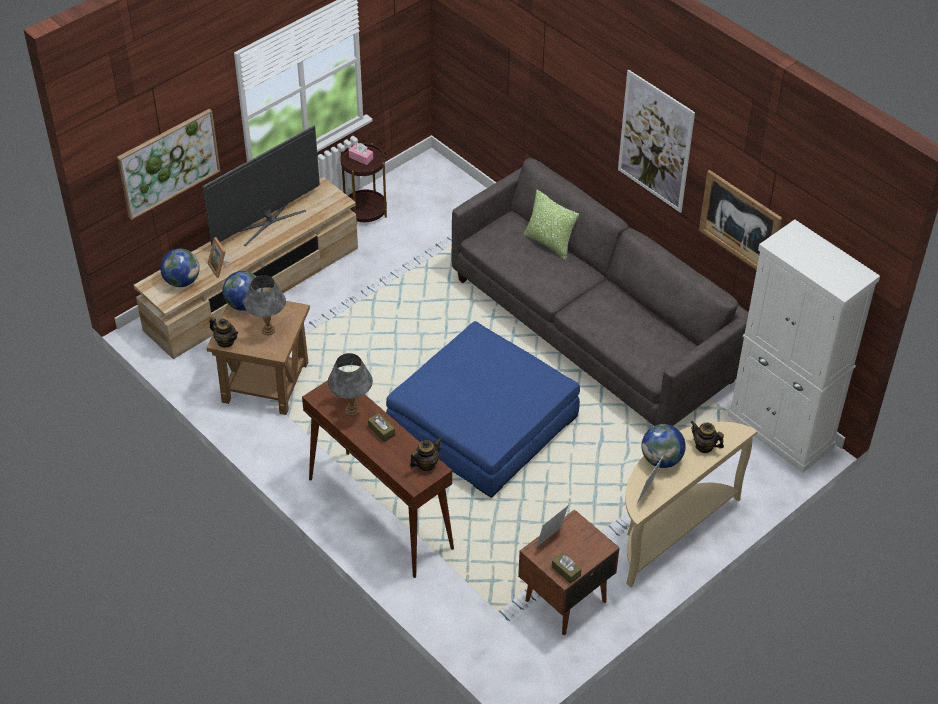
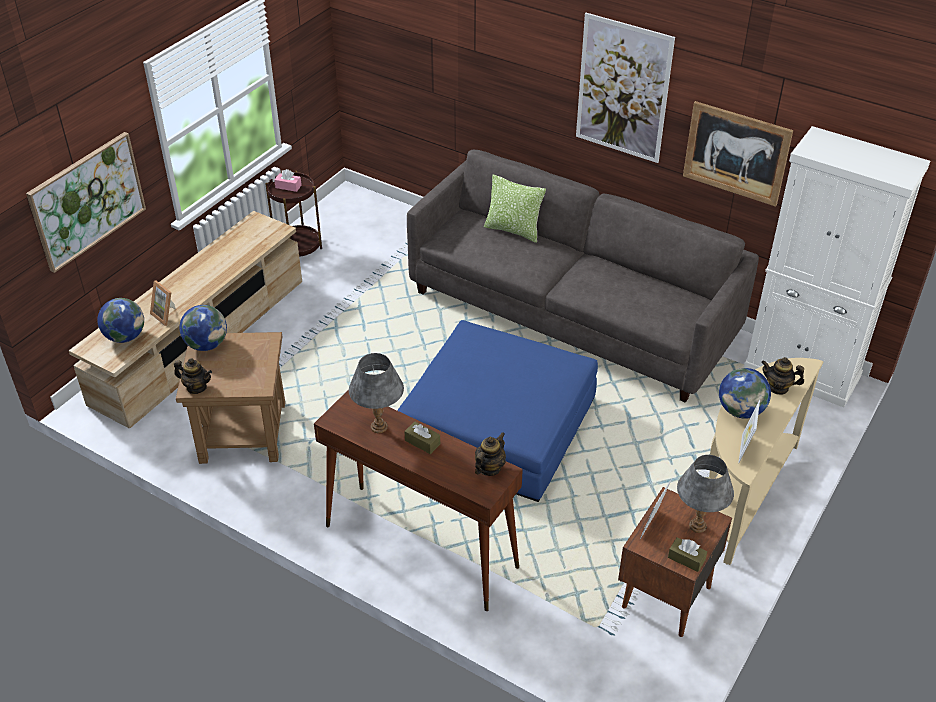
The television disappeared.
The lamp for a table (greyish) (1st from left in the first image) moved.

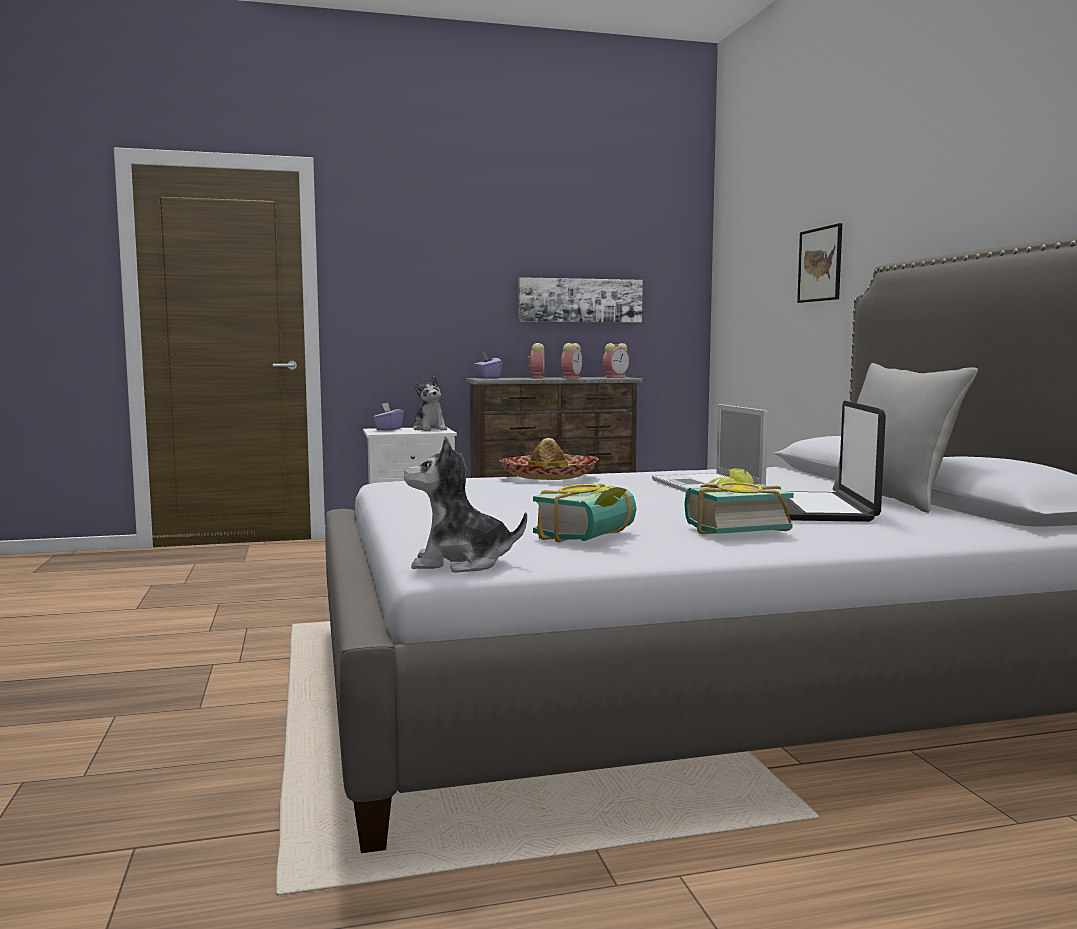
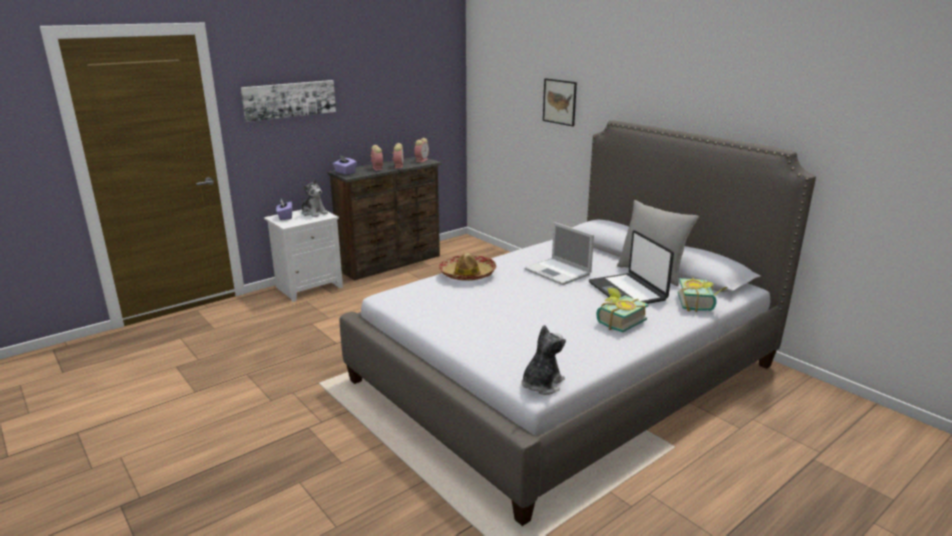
The picture (1st from left) moved.
The volume (1st from left in the first image) moved.
The soft toy (2nd from left) turned 150 degrees clockwise.

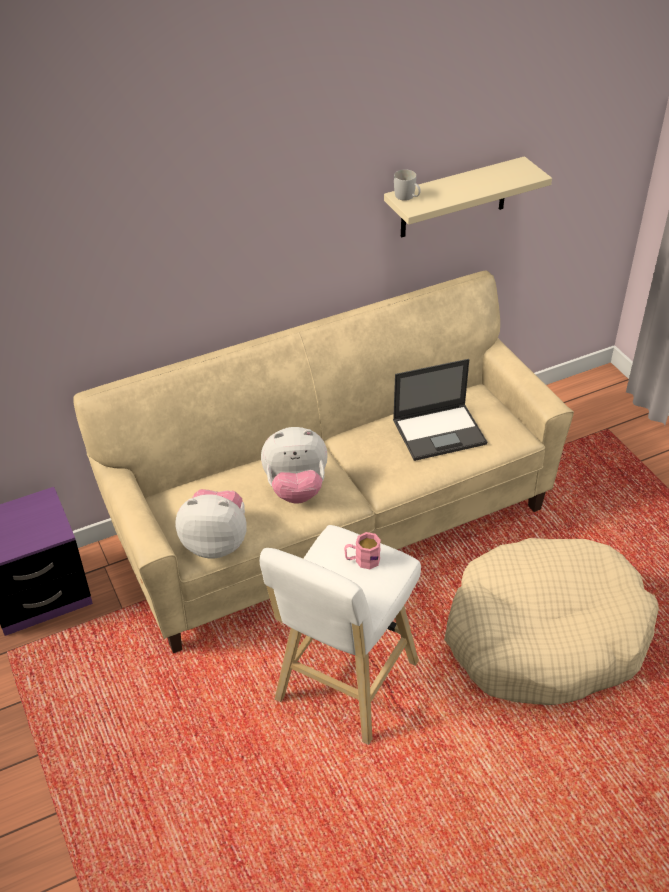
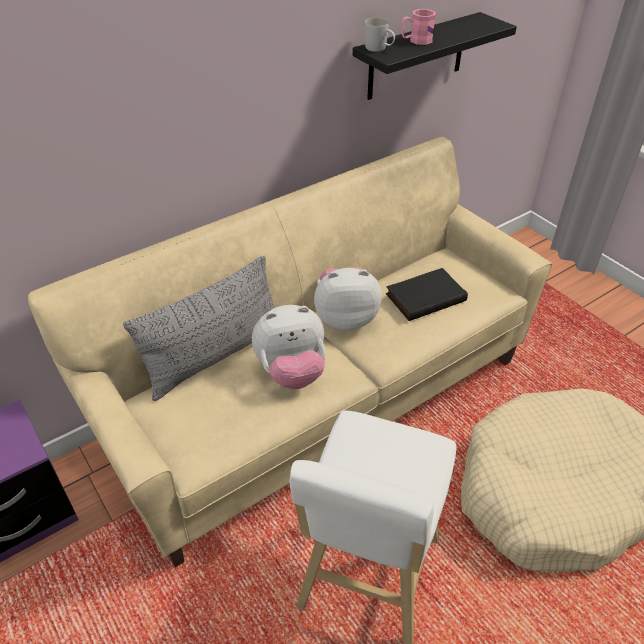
The throw pillow (greyish) appeared.
The soft toy (1st from left in the first image) moved.
The tea mug (pink) moved.
The portable computer was replaced by the volume (blackish).
The shelf (beige-coloured) became the shelf (blackish).

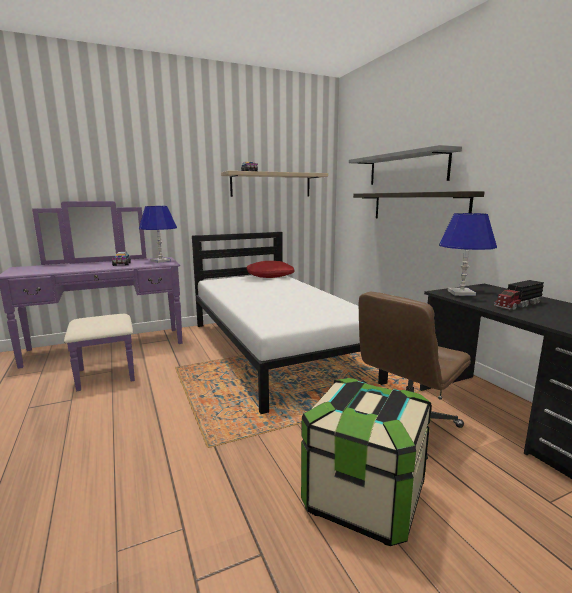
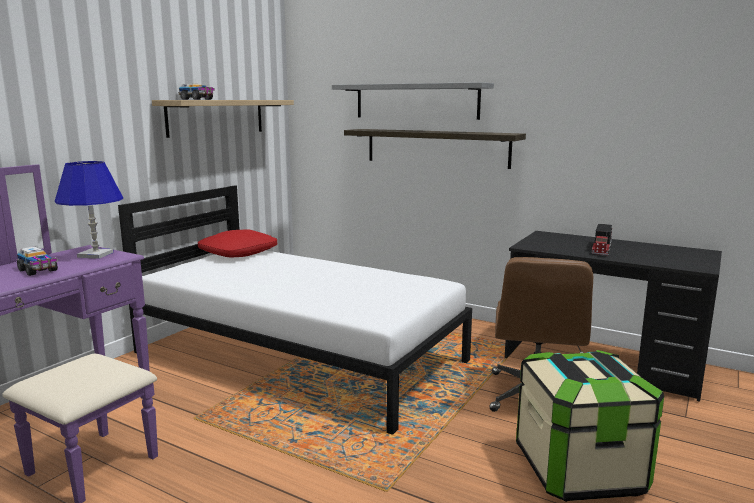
The lamp for a table (blue-coloured) (2nd from left) disappeared.

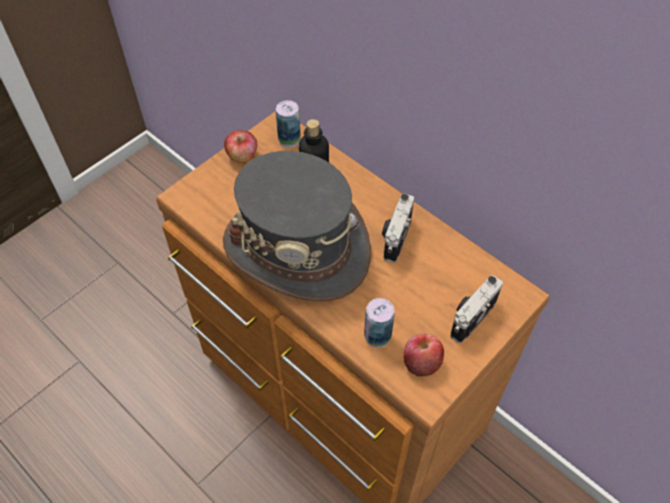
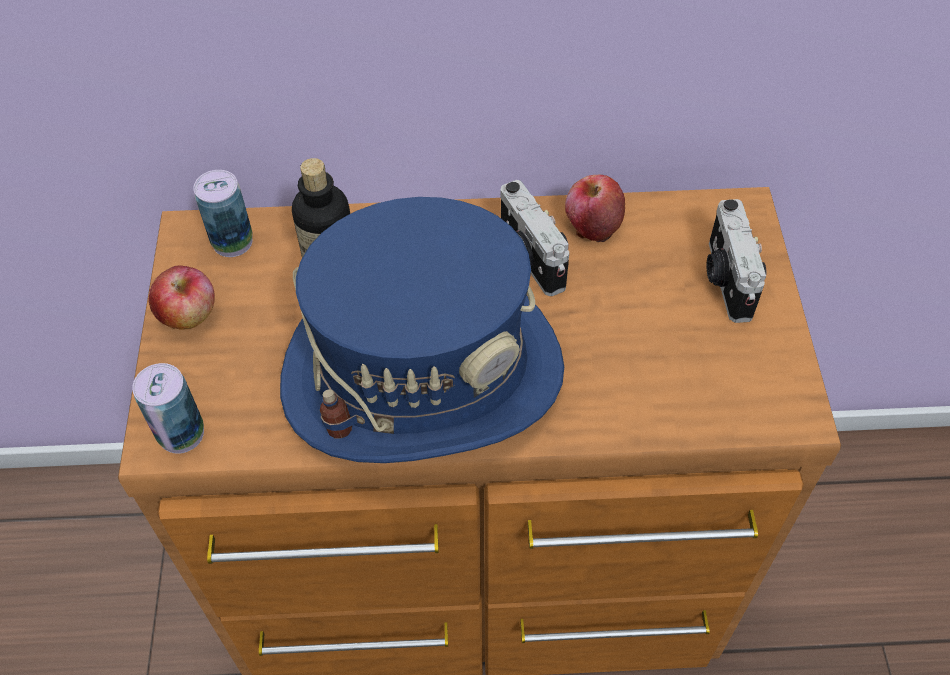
The sealed can (2nd from left in the first image) moved.
The apple (2nd from left) moved.
The clothing hat (greyish) became the clothing hat (blue-coloured).

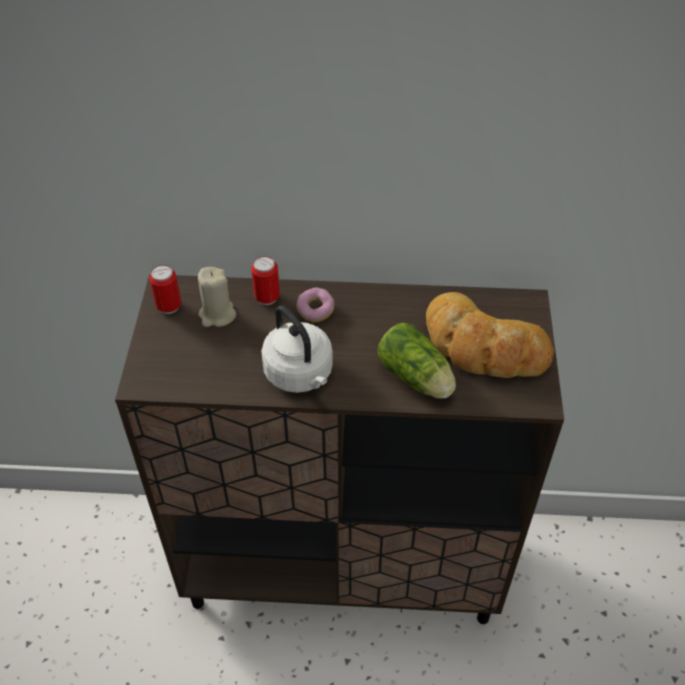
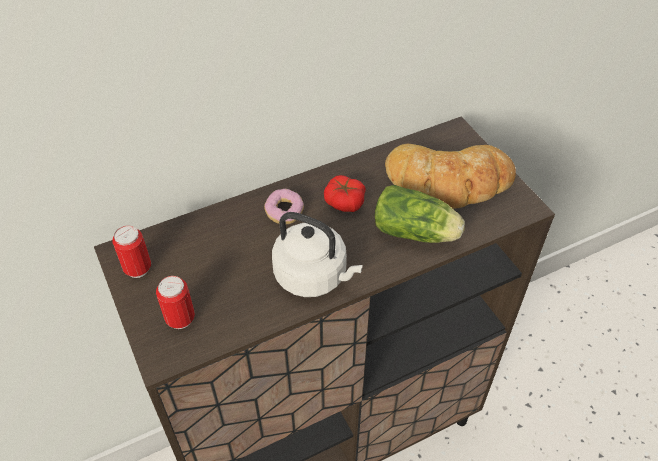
The wax light (beige-coloured) disappeared.
The whole tomato appeared.
The sealed can (2nd from left) moved.

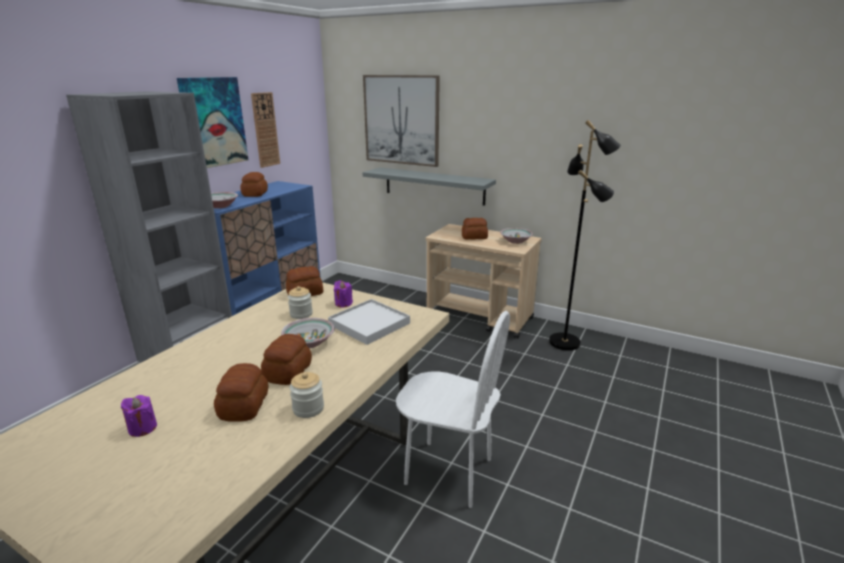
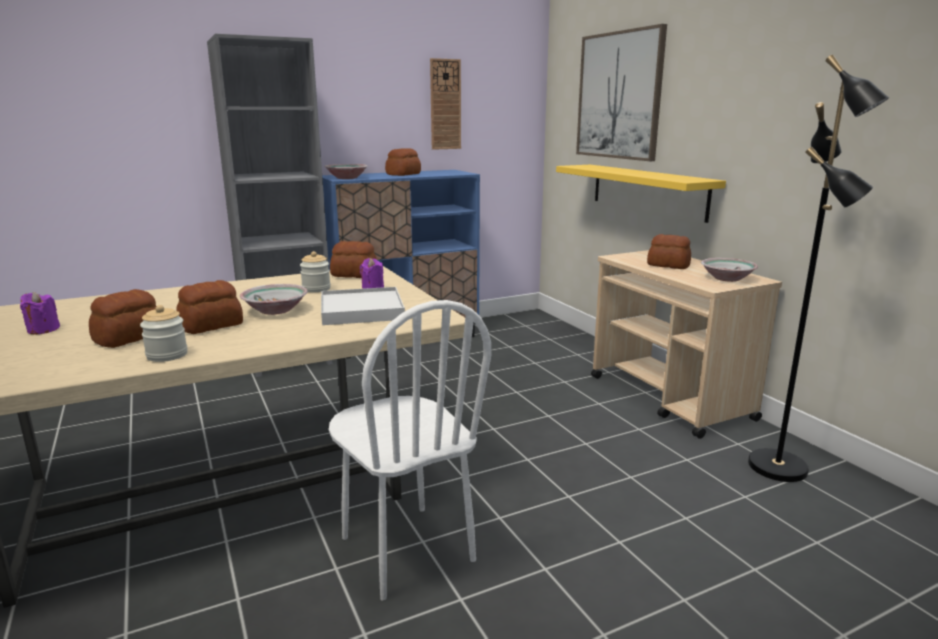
The picture (1st from left) disappeared.
The shelf (greyish) became the shelf (yellow-coloured).

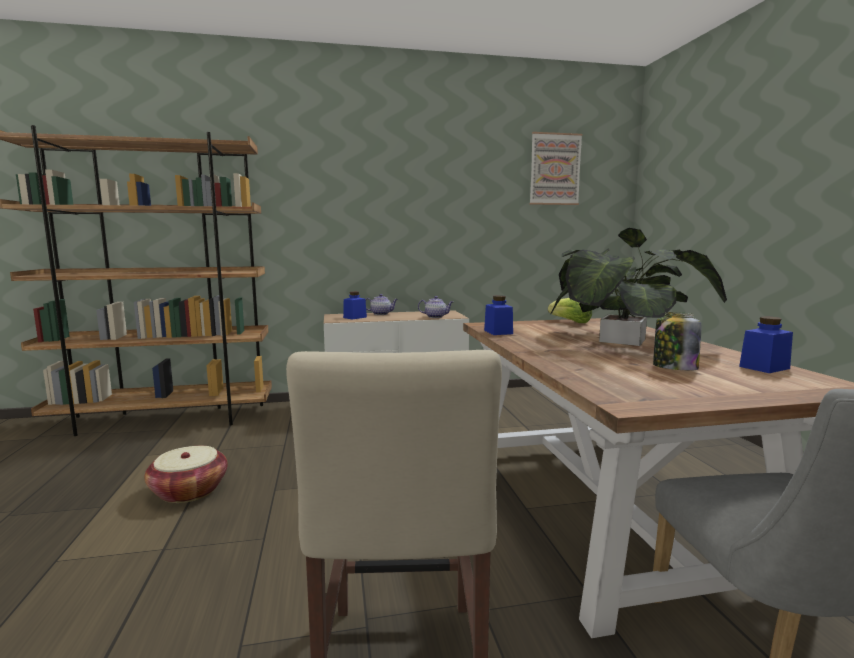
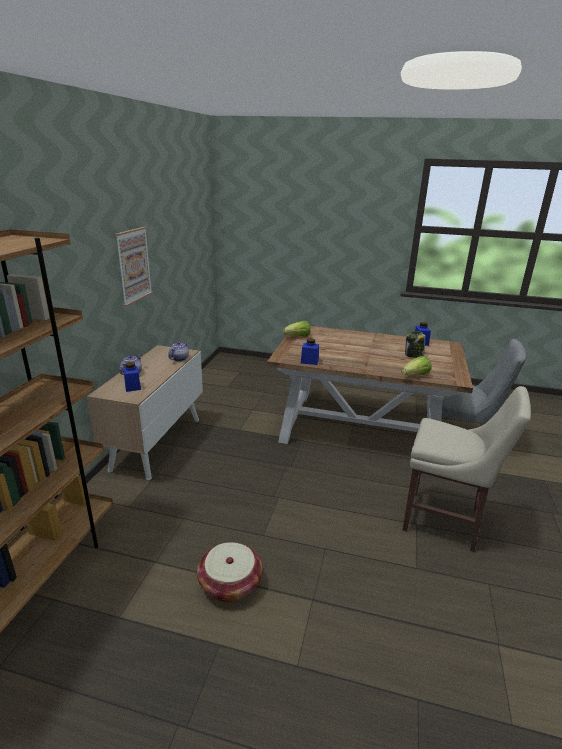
The plant in a pot disappeared.
The head of lettuce (2nd from left) appeared.
The picture moved.

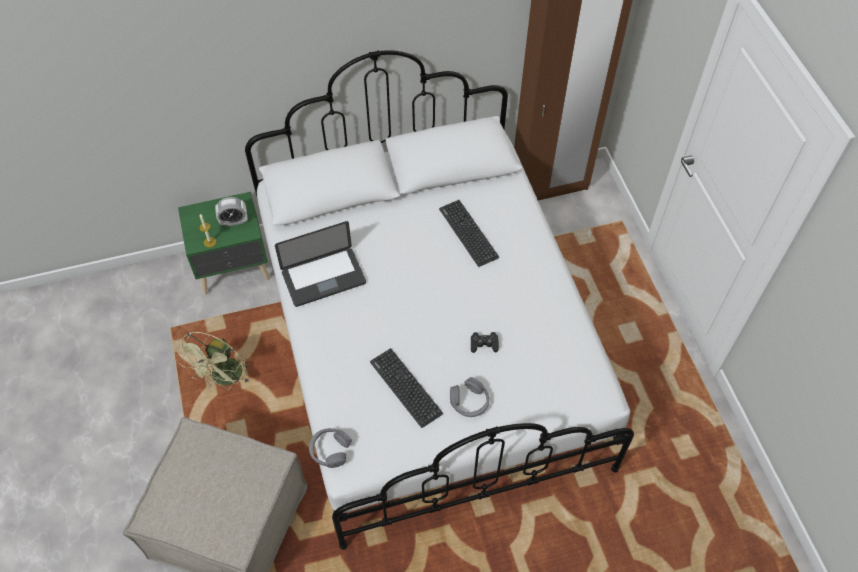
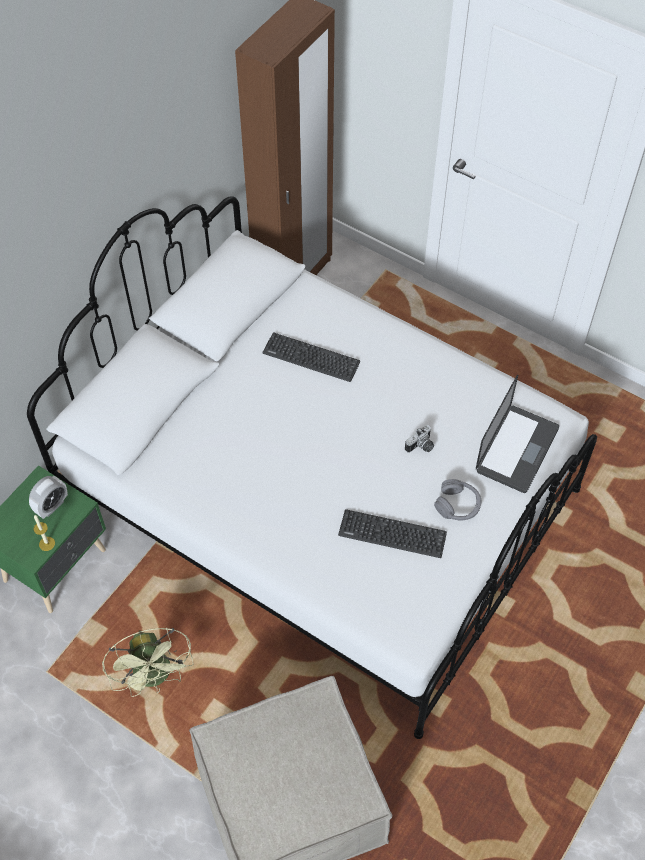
The headphones (greyish) (1st from left) disappeared.
The portable computer moved.
The gamepad (blackish) was replaced by the still camera.

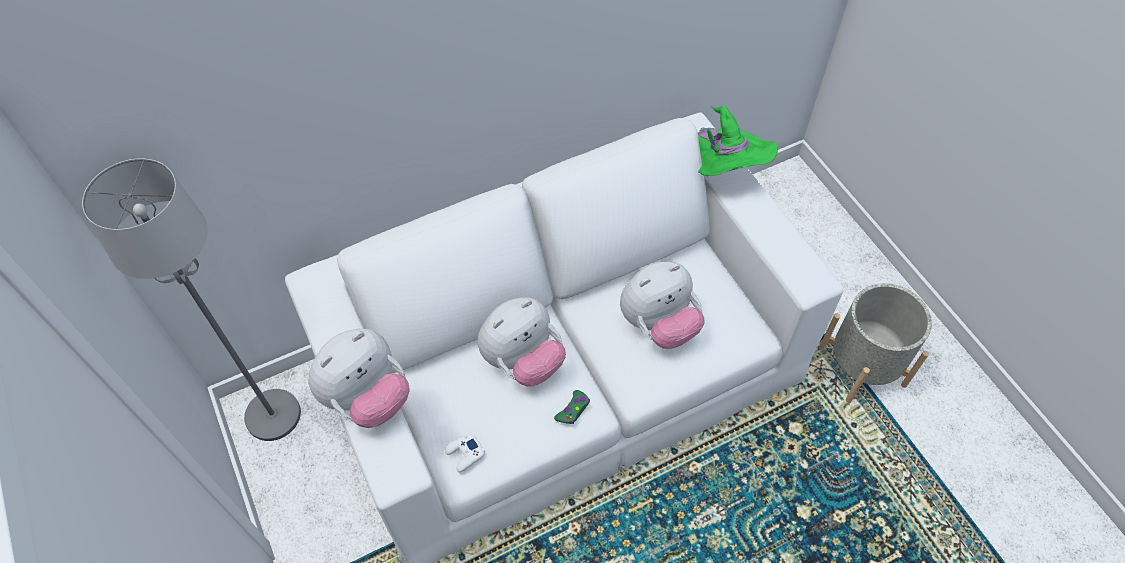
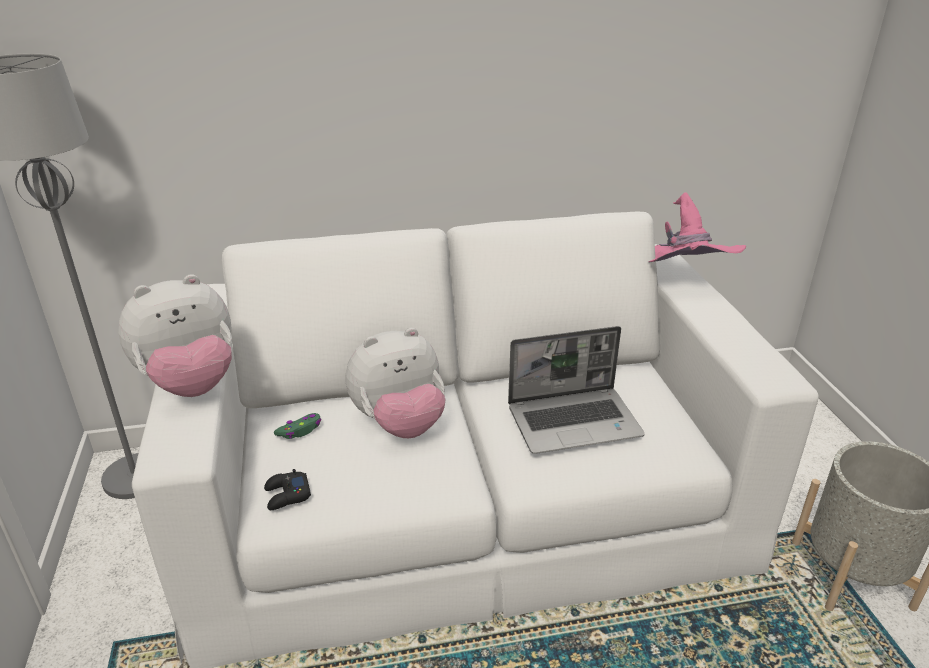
The gamepad (green) moved.
The soft toy (3rd from left) was replaced by the portable computer.
The gamepad (white-coloured) became the gamepad (blackish).
The clothing hat (green) became the clothing hat (pink).

